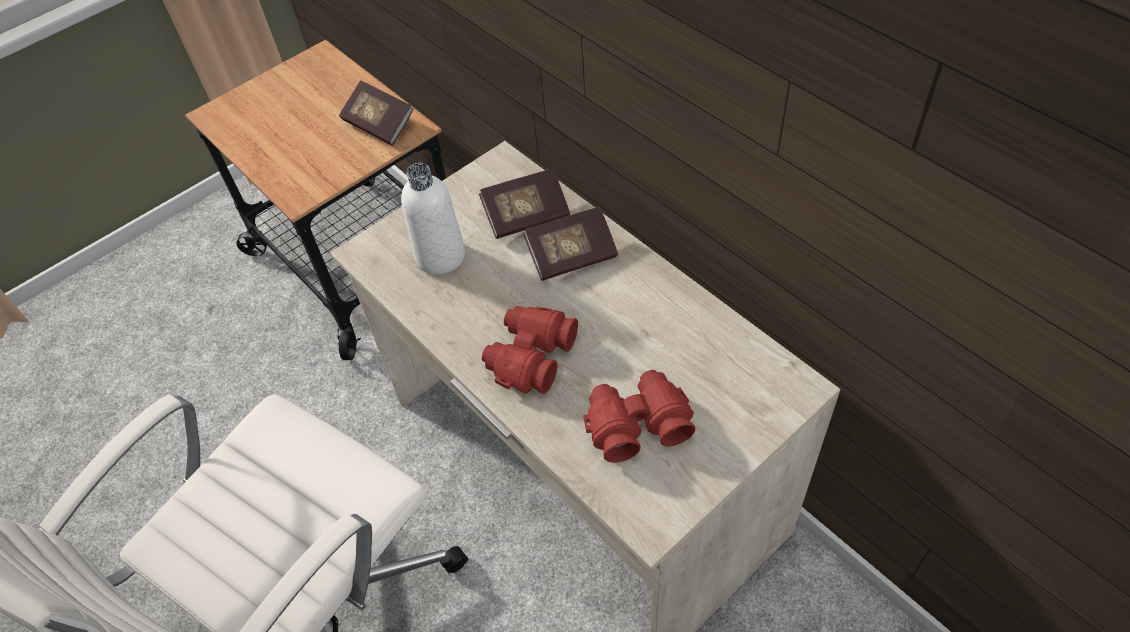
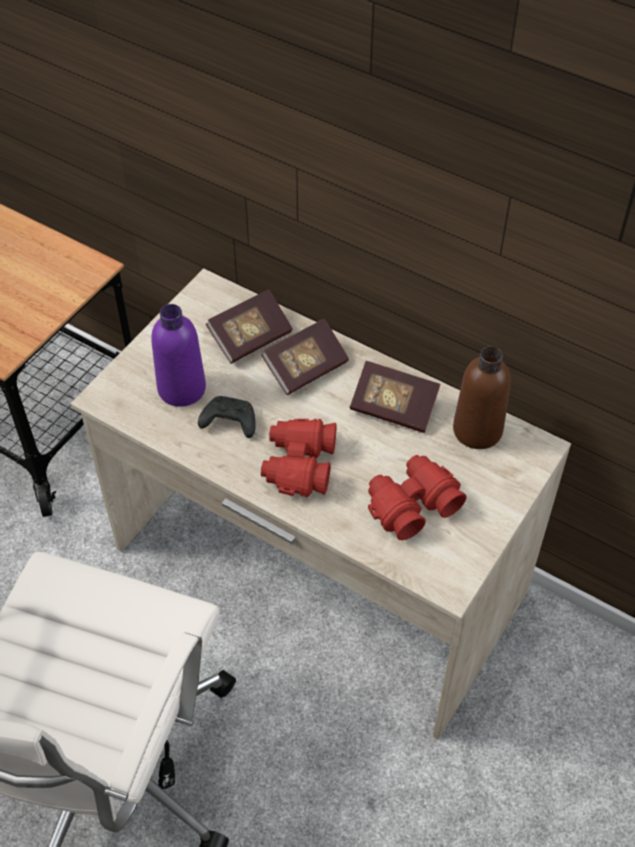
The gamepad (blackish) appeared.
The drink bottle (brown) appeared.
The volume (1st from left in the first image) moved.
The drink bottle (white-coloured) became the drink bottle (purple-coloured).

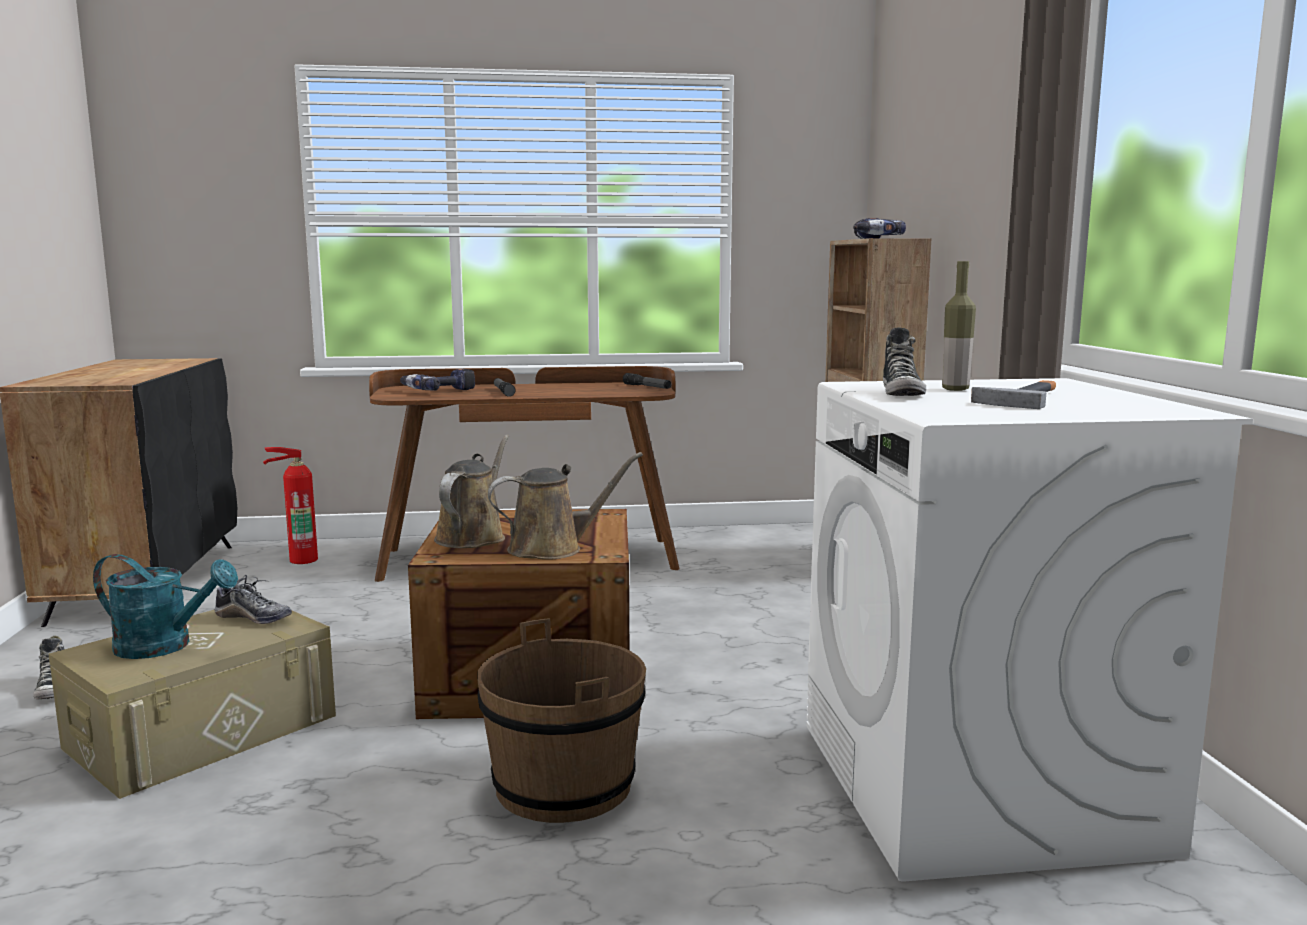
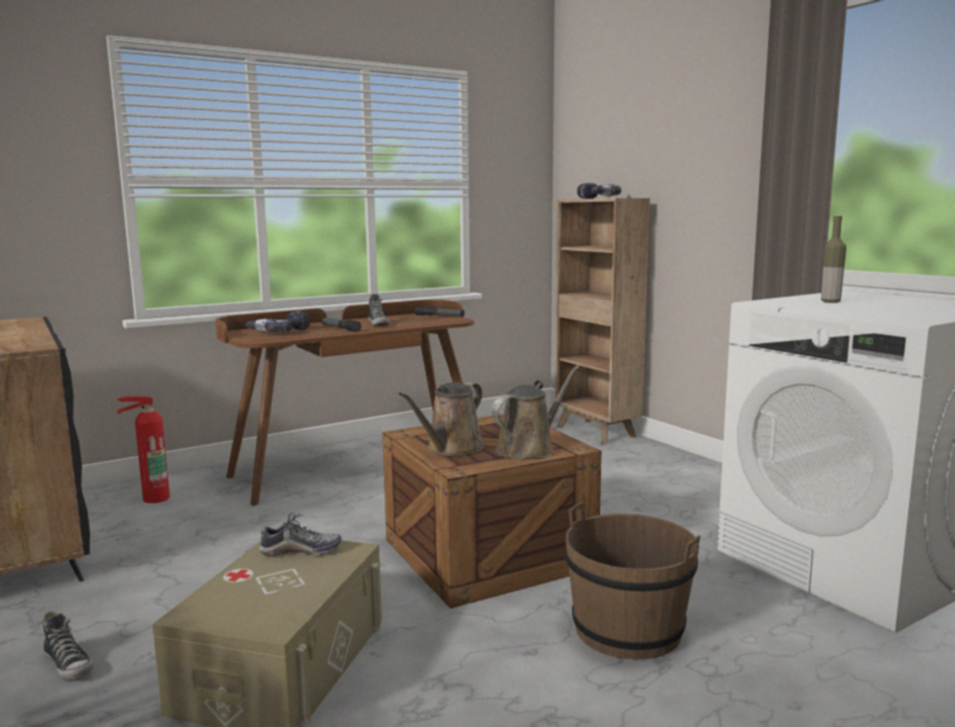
The watering pot (turquoise-coloured) disappeared.
The hand hammer disappeared.
The item of footwear (3rd from left) moved.
The watering pot (brown) (1st from left) turned 135 degrees counterclockwise.

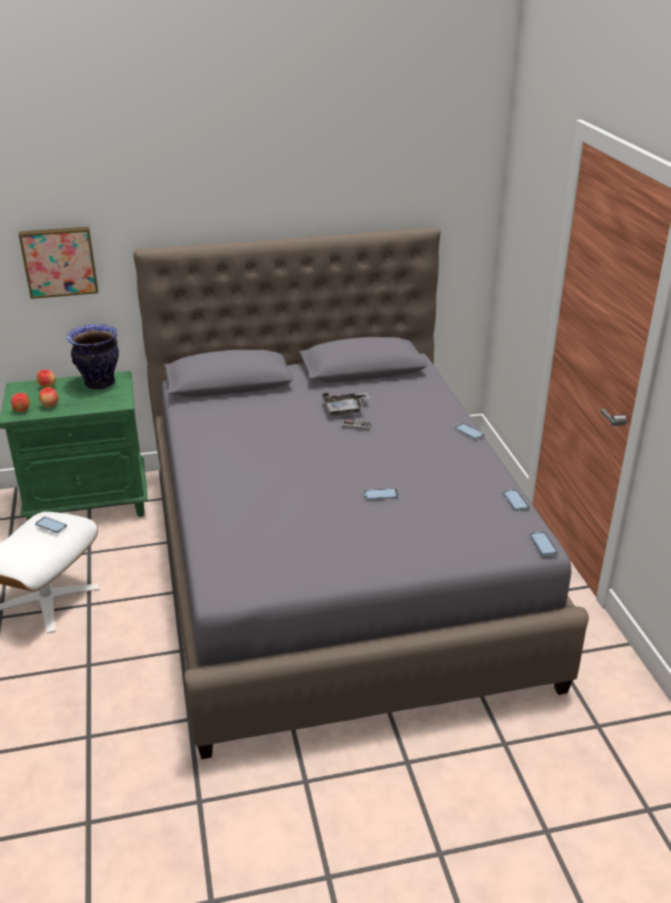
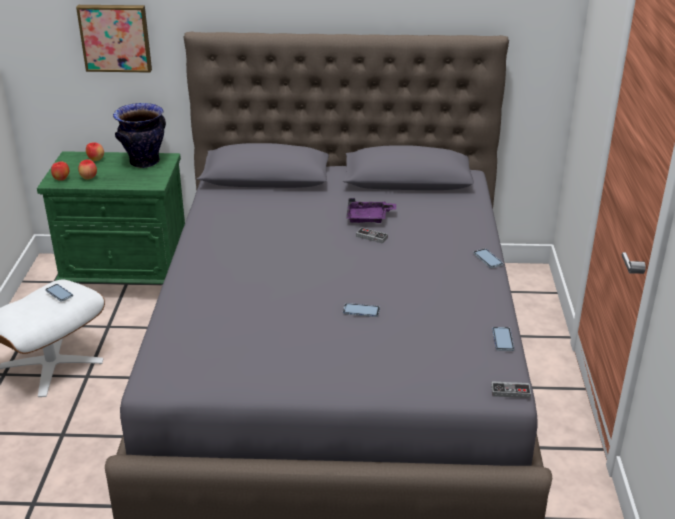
The telephone (5th from left) was replaced by the gamepad (2nd from left).
The tray (greyish) became the tray (purple-coloured).

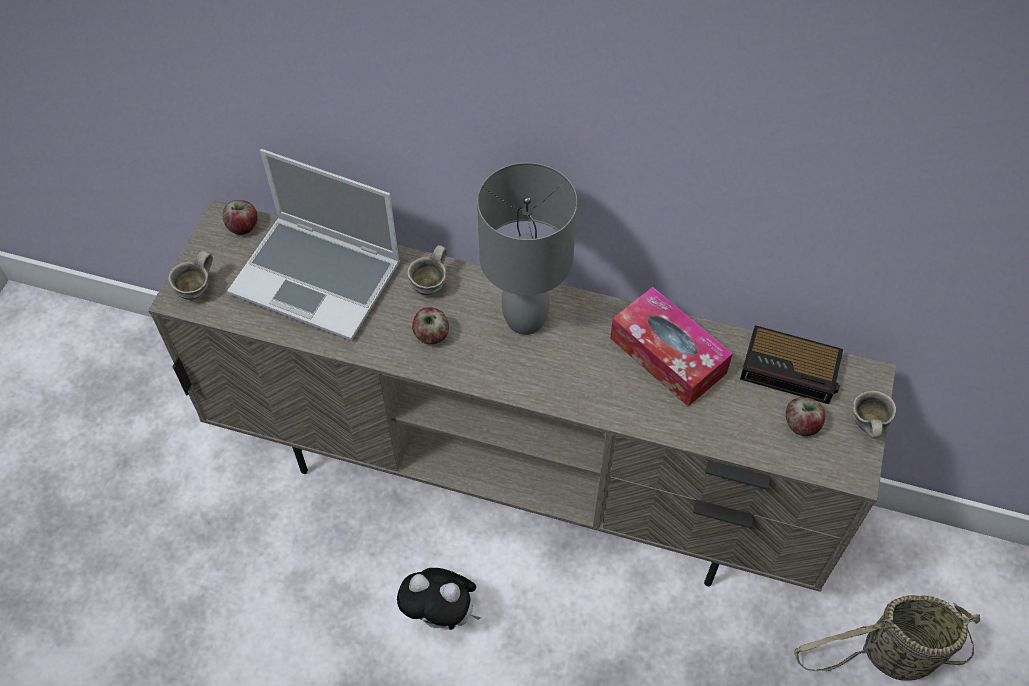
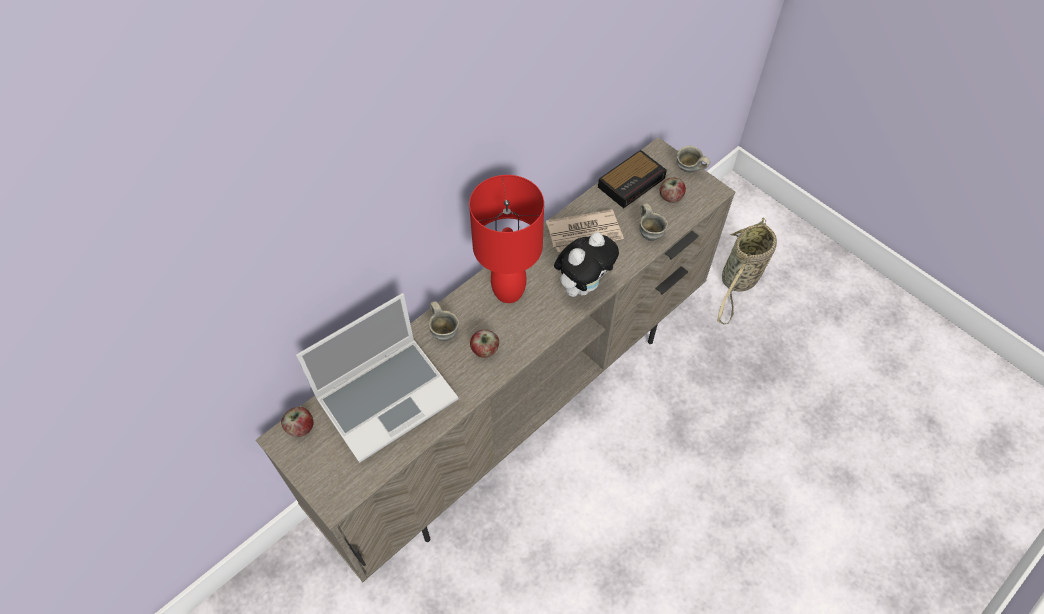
The tea mug (greyish) (1st from left in the first image) moved.
The soft toy moved.
The tissue box was replaced by the daily paper.
The lamp for a table (greyish) became the lamp for a table (red).

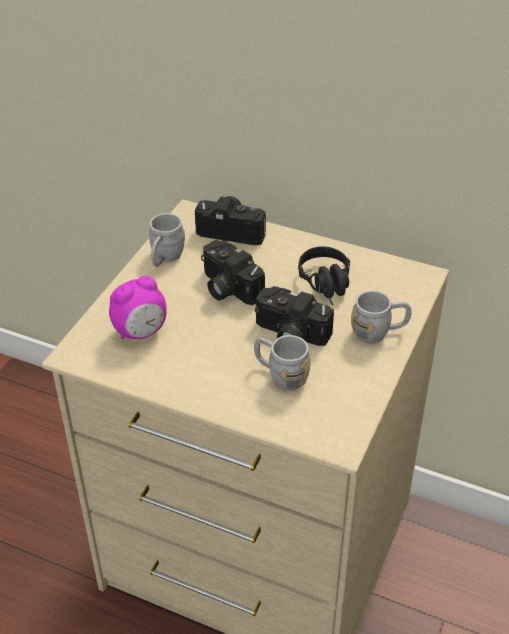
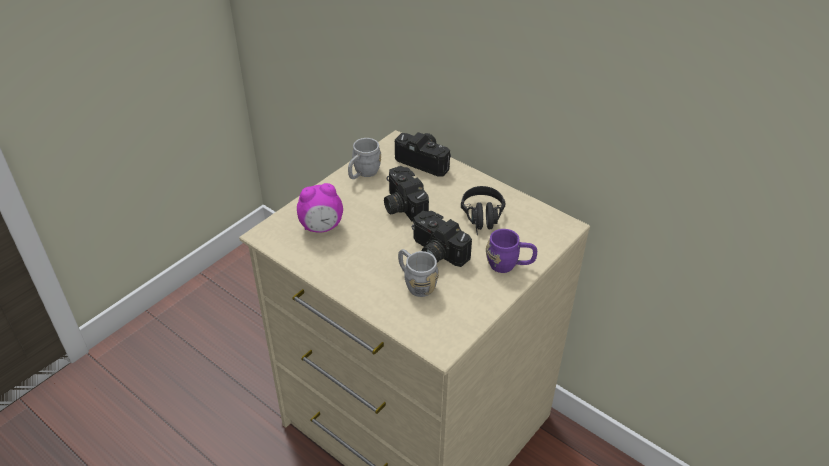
The tea mug (greyish) (3rd from left) became the tea mug (purple-coloured).

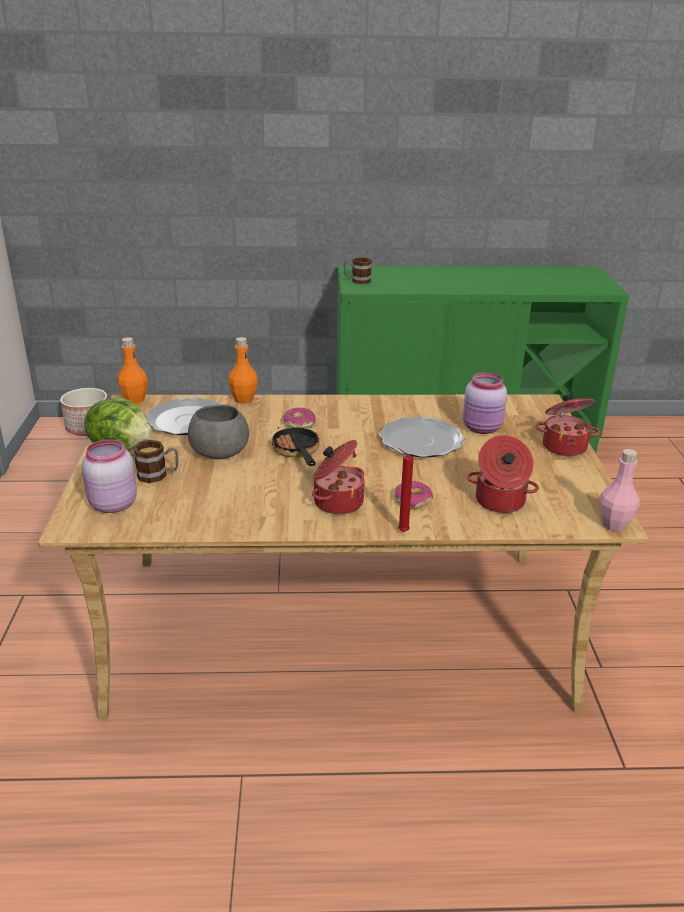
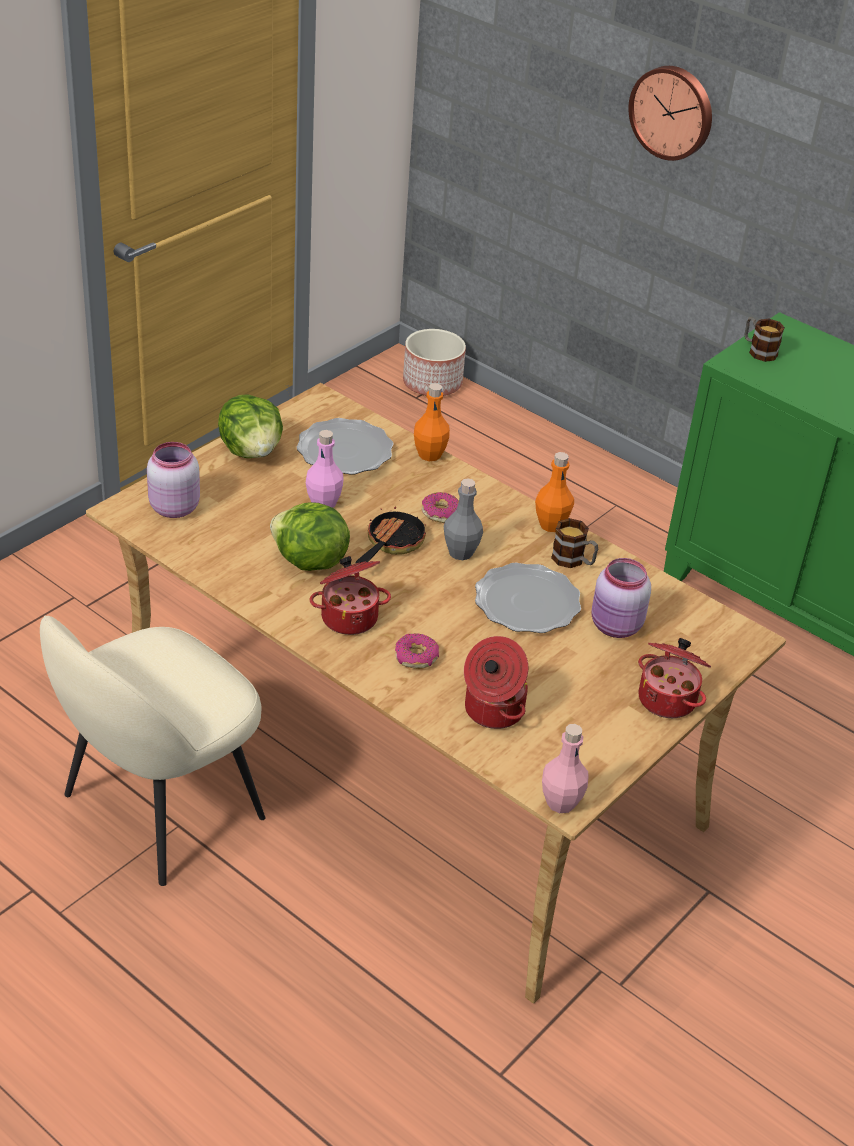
The wax light (red) disappeared.
The upright chair (beige-coloured) appeared.
The head of lettuce (2nd from left) appeared.
The drink bottle (greyish) appeared.
The clock on the wall appeared.
The drink bottle (orange) (1st from left in the first image) moved.
The tea mug (1st from left) moved.
The deep dish (greyish) was replaced by the drink bottle (pink) (1st from left).

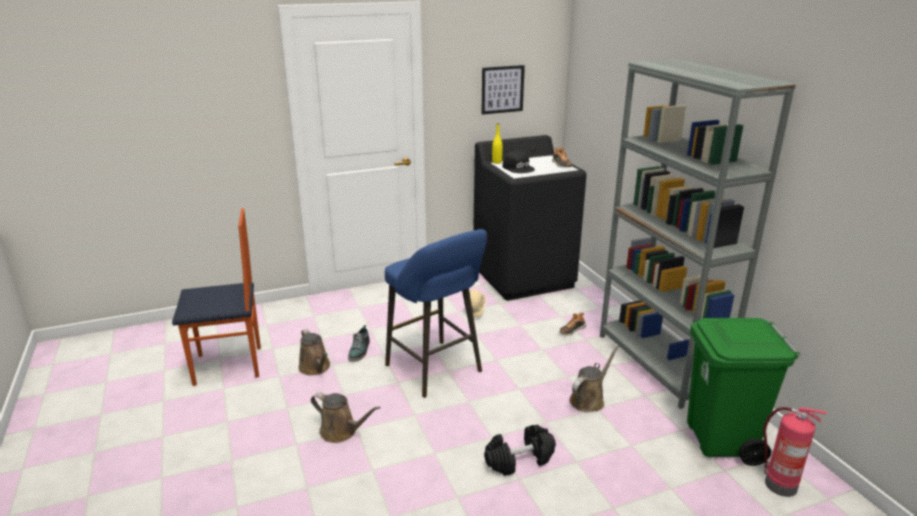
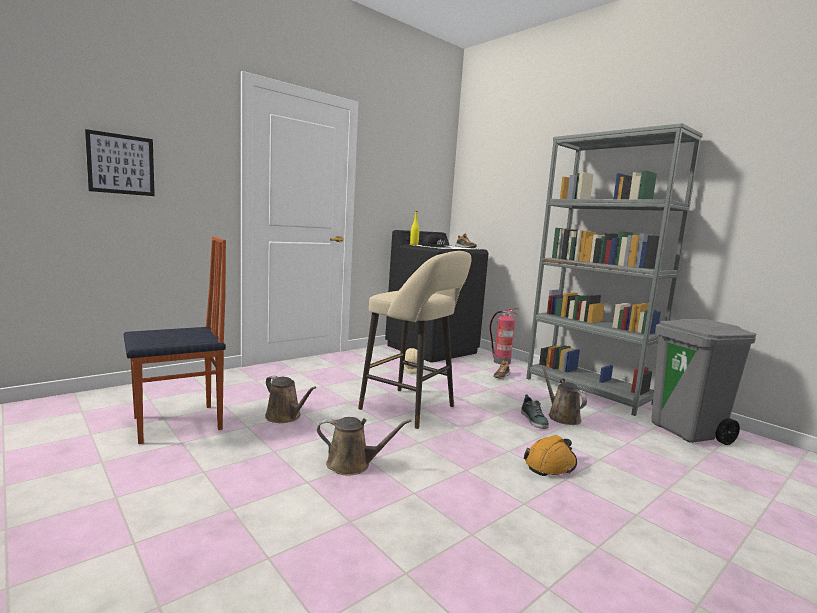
The item of footwear (1st from left in the first image) moved.
The picture moved.
The extinguisher moved.
The free weight (blackish) was replaced by the hard hat (orange).
The sitting stool (blue-coloured) became the sitting stool (beige-coloured).
The trash can (green) became the trash can (greyish).
The watering pot (brown) (3rd from left) turned 45 degrees counterclockwise.

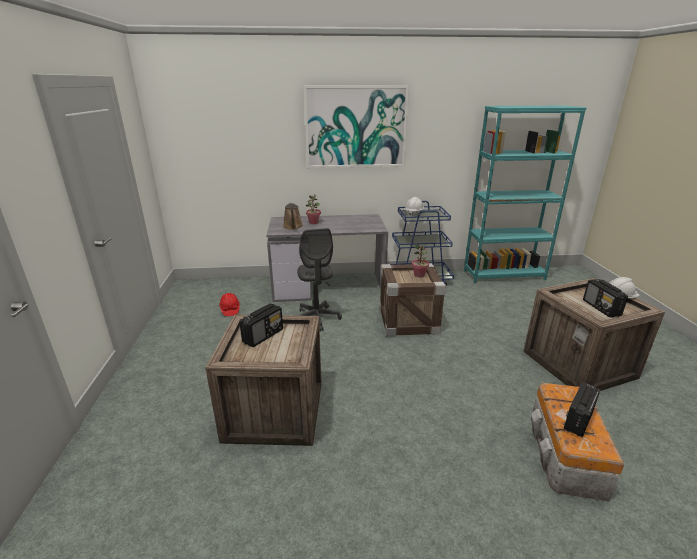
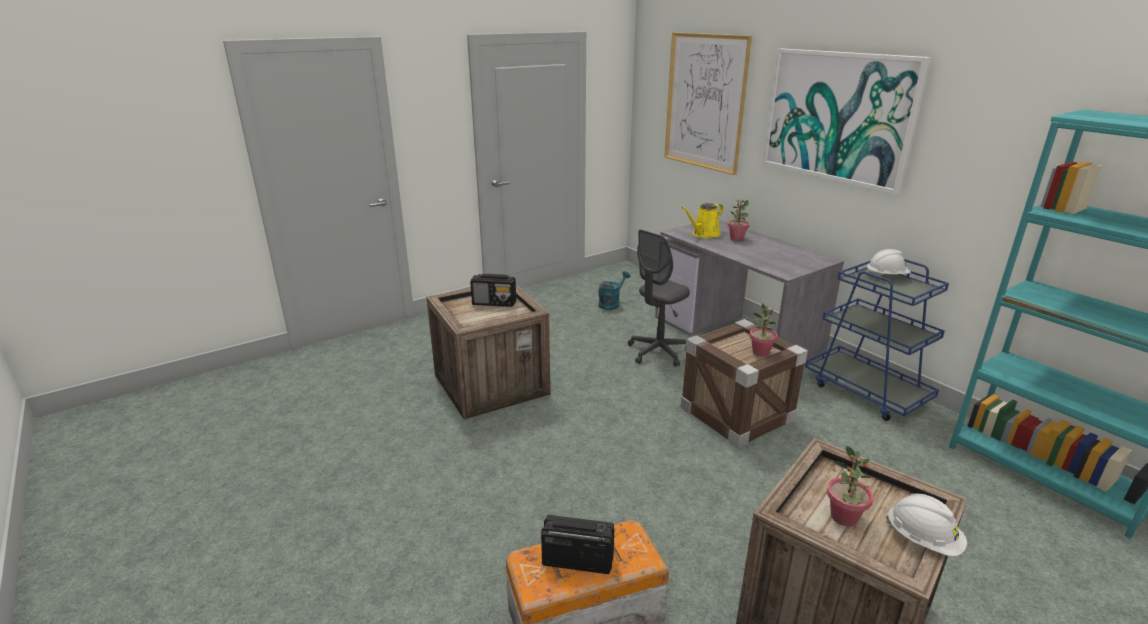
The picture (1st from left) appeared.
The hard hat (red) was replaced by the watering pot (turquoise-coloured).
The radio (3rd from left) was replaced by the plant in a pot (3rd from left).
The watering pot (brown) became the watering pot (yellow-coloured).

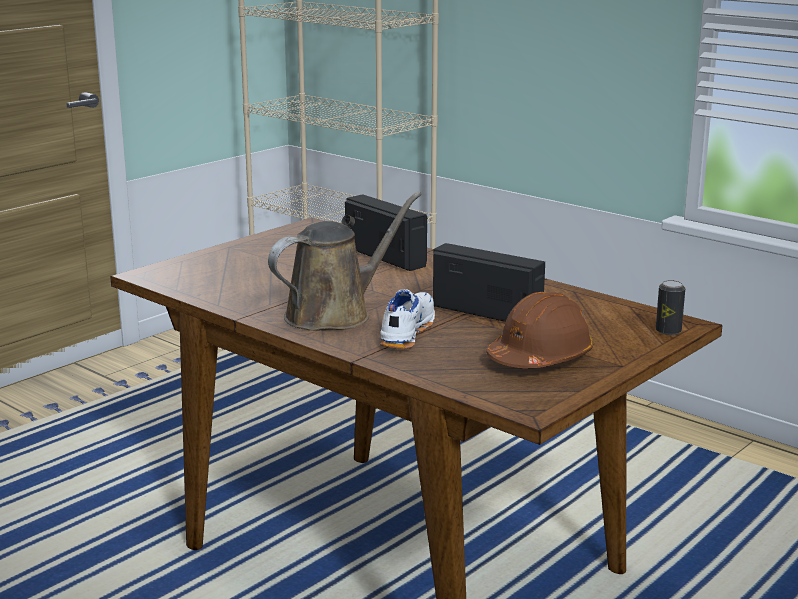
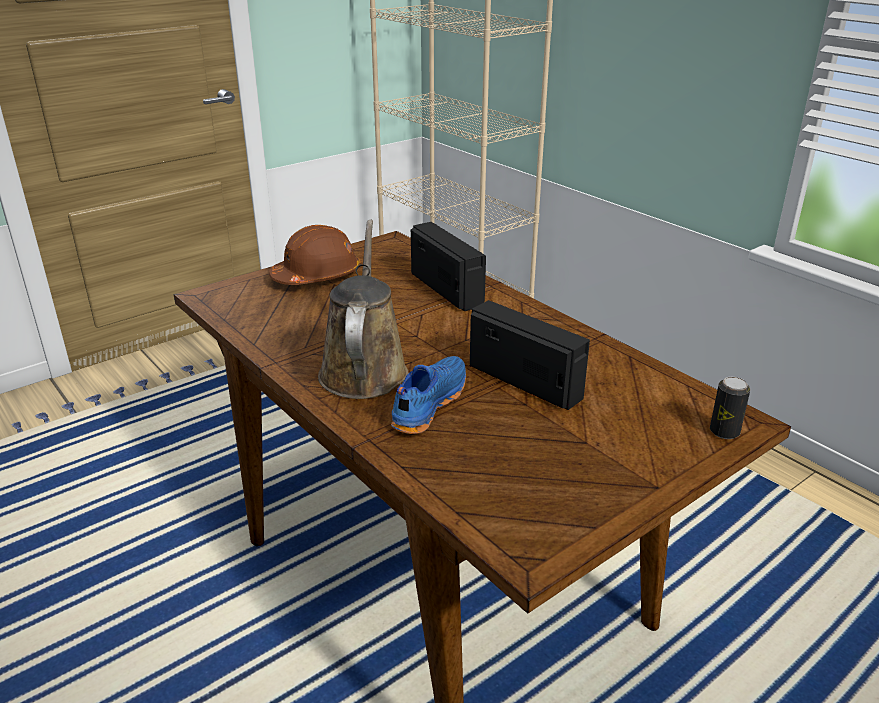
The hard hat (brown) moved.
The item of footwear (white-coloured) became the item of footwear (blue-coloured).
The watering pot (brown) turned 60 degrees counterclockwise.

